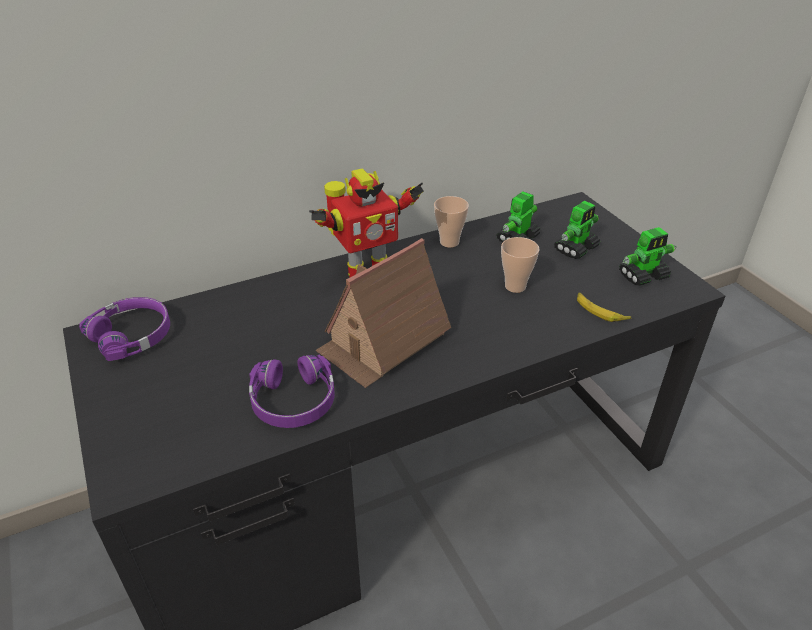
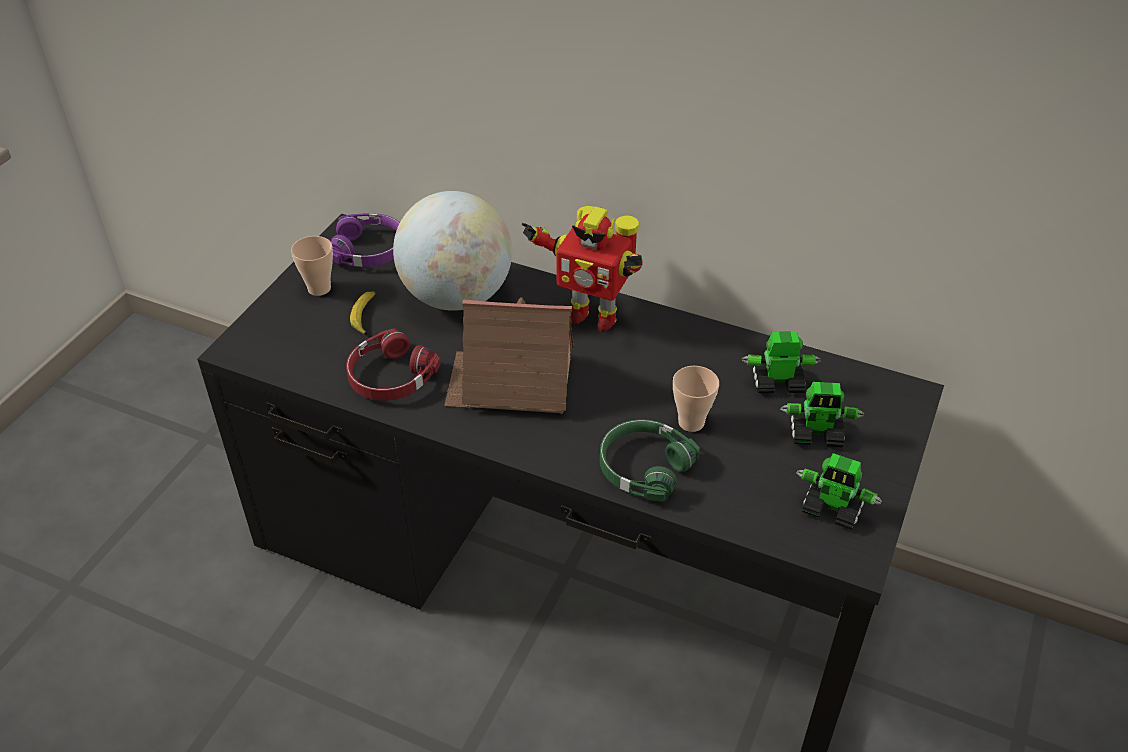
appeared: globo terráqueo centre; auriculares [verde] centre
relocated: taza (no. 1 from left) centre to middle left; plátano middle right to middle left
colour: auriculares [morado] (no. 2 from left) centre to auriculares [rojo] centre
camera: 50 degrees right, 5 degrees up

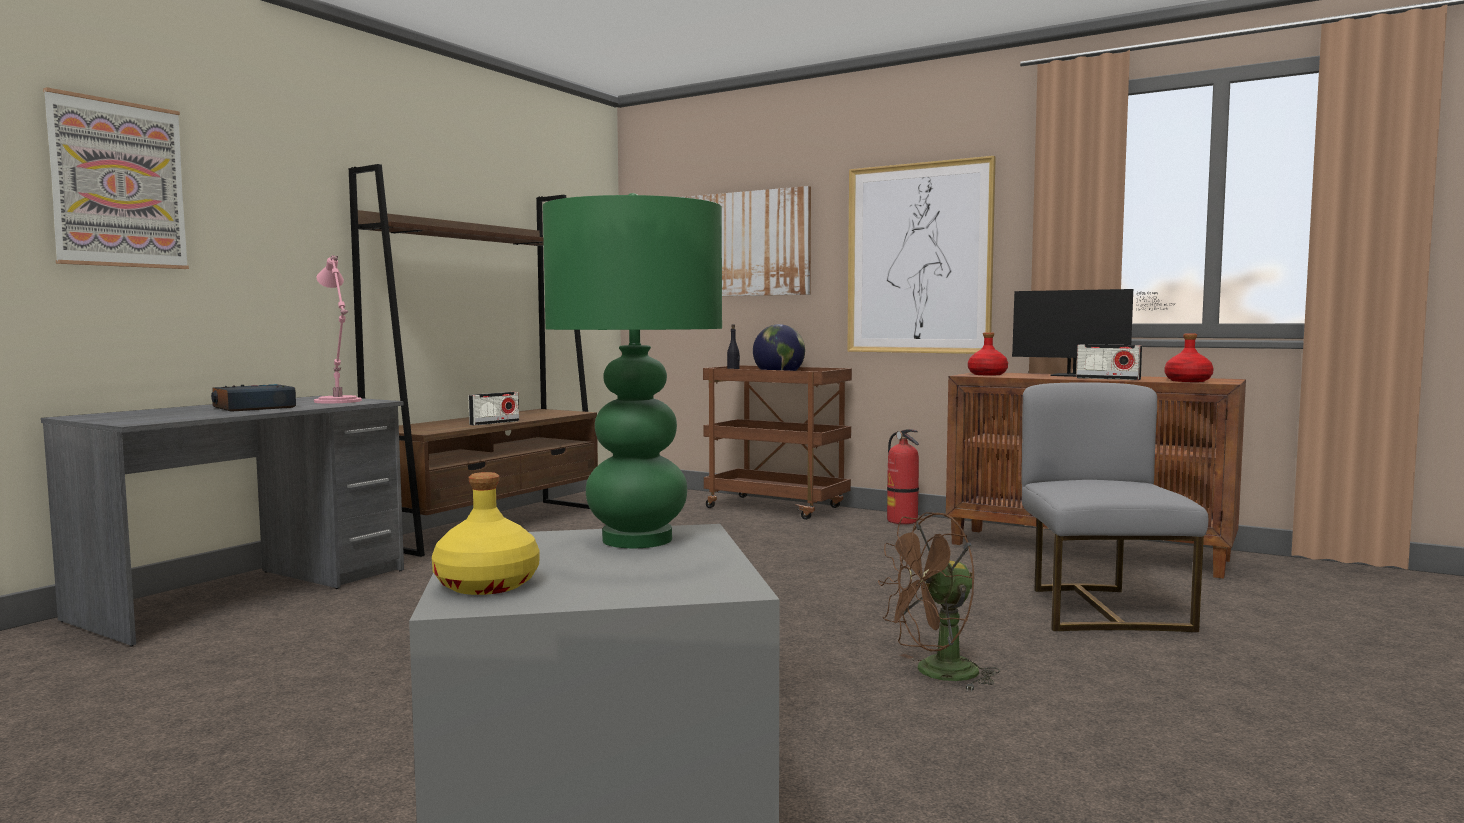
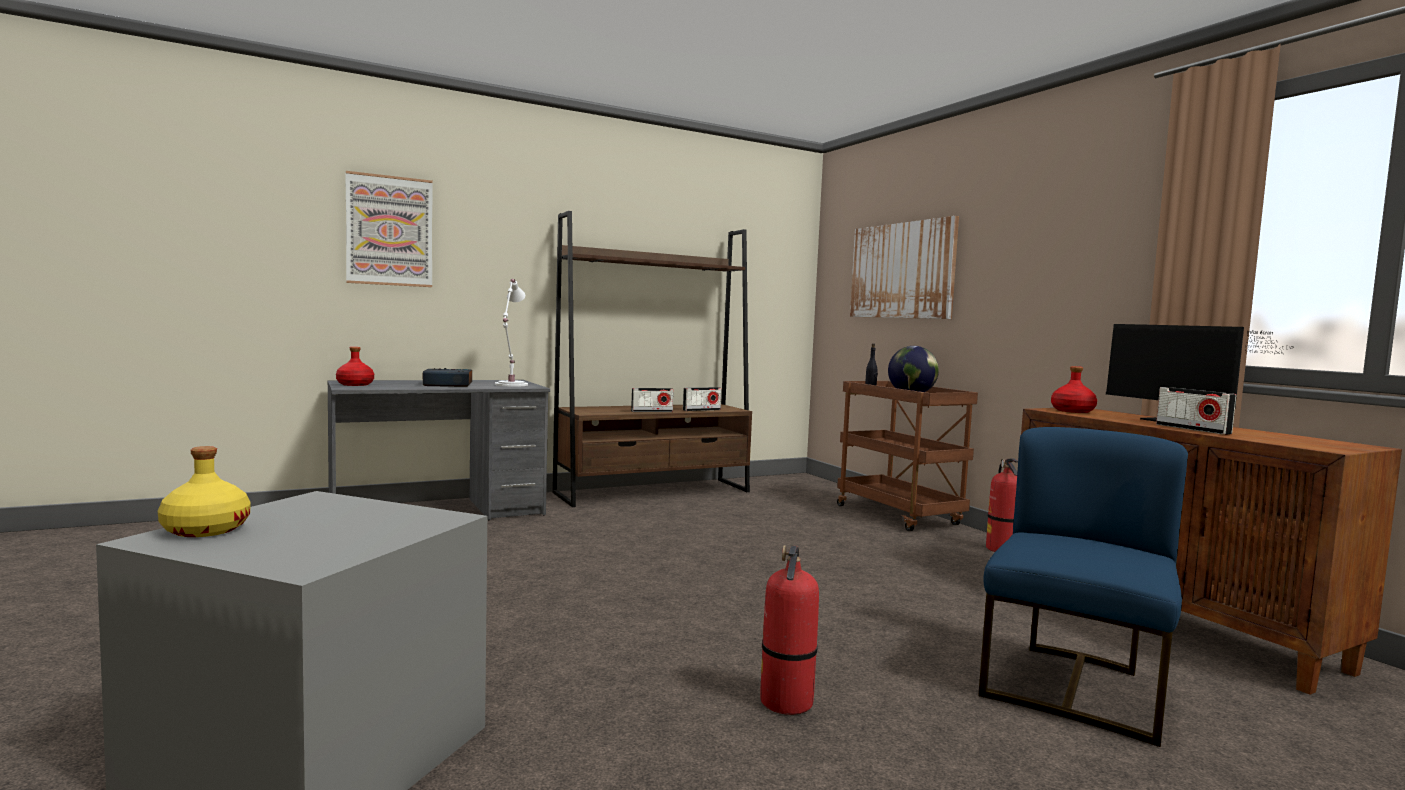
missing: lámpara de mesa [verde] centre; cuadro (no. 3 from left) top centre
appeared: radio (no. 2 from left) centre
relocated: botella [rojo] (no. 2 from left in the first image) middle right to botella [rojo] (no. 1 from left) middle left
exchanged: ventilador [marrón] bottom centre to extintor (no. 1 from left) bottom centre
colour: lámpara de mesa [rosa] middle left to lámpara de mesa [blanco] centre; silla [gris] middle right to silla [azul] bottom right
camera: 30 degrees right, 0 degrees up

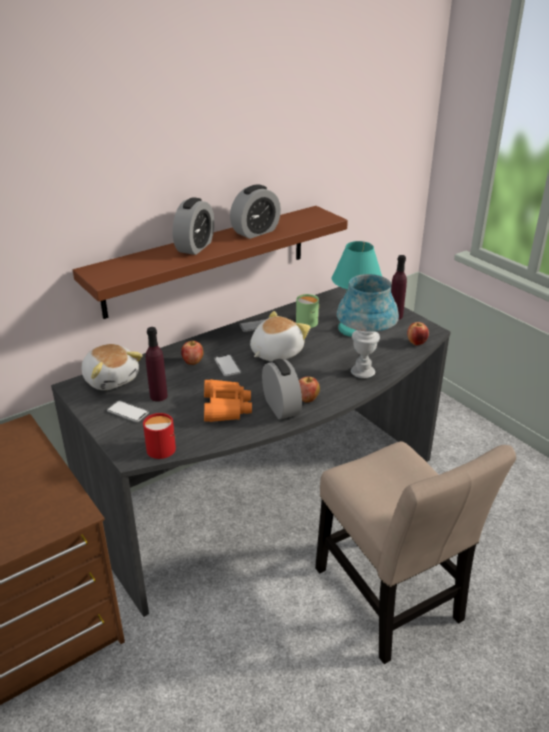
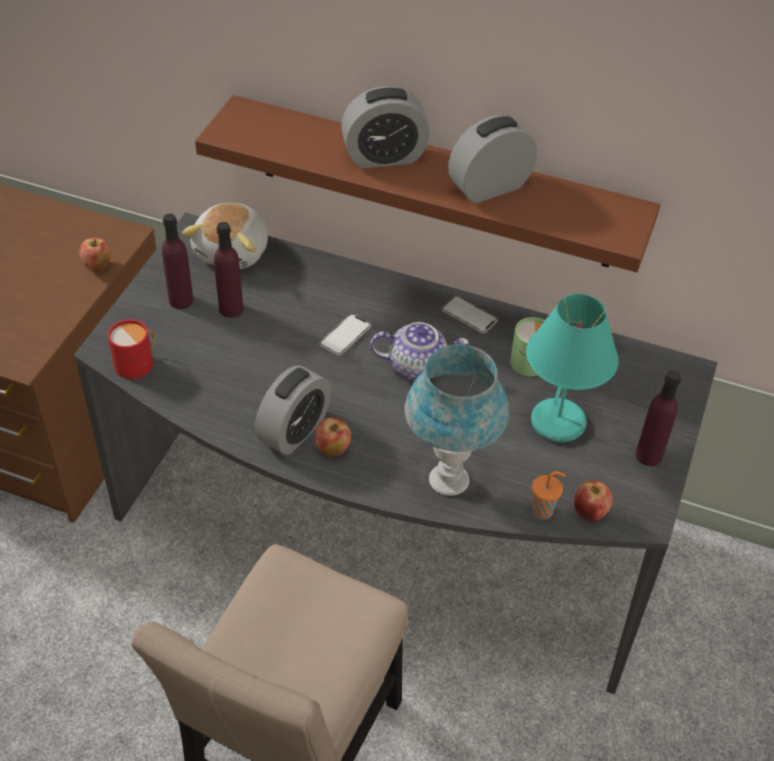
missing: prismáticos [naranja] centre
appeared: taza [naranja] middle right
relocated: manzana (no. 1 from left) centre to middle left
exchanged: móvil (no. 1 from left) middle left to botella [morado] (no. 1 from left) middle left; peluche (no. 2 from left) centre to tetera centre
spun: despertador (no. 2 from left in the first image) top centre = top centre 135 degrees clockwise
camera: 55 degrees right, 15 degrees up

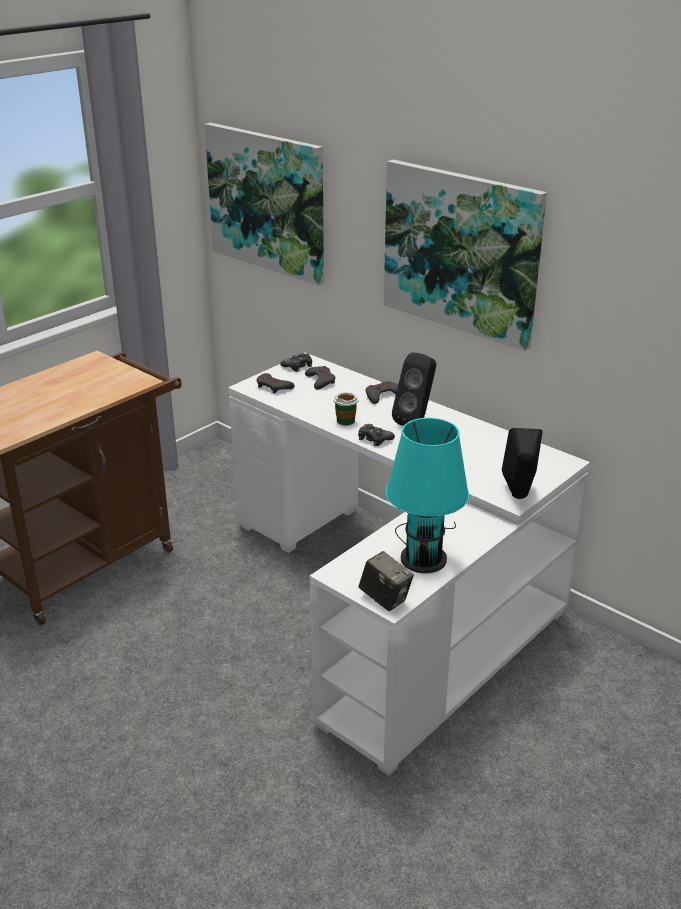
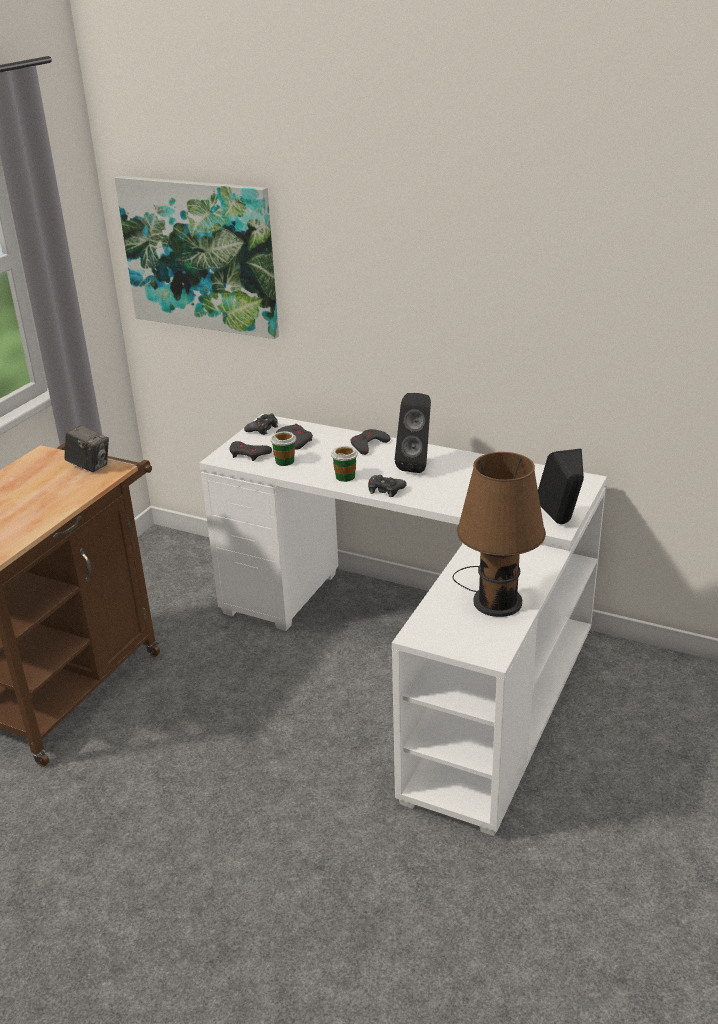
missing: cuadro (no. 2 from left) top right
appeared: taza (no. 1 from left) centre
relocated: cámara centre to middle left
colour: lámpara de mesa [turquesa] centre to lámpara de mesa [marrón] middle right
camera: 15 degrees left, 0 degrees up

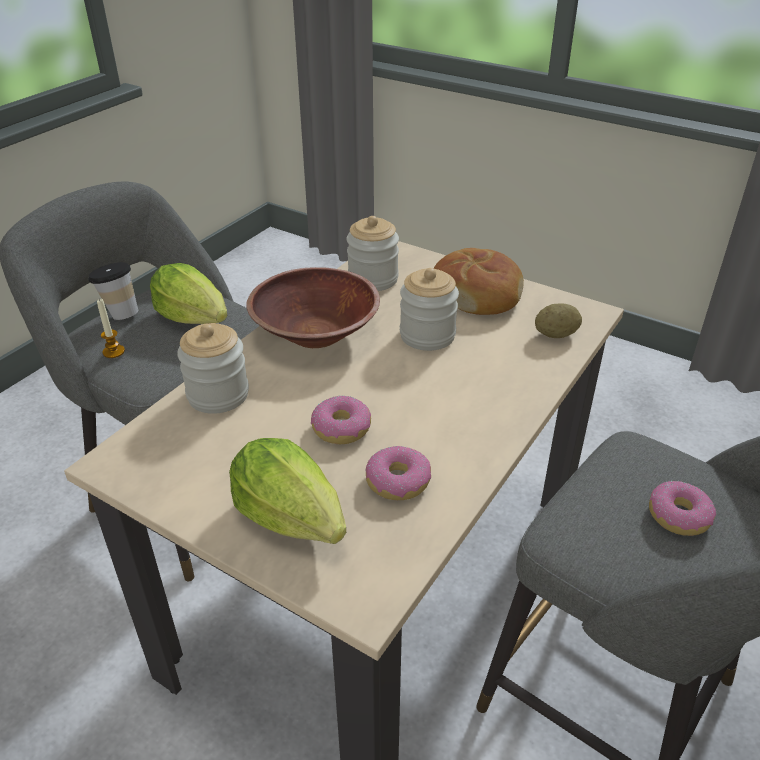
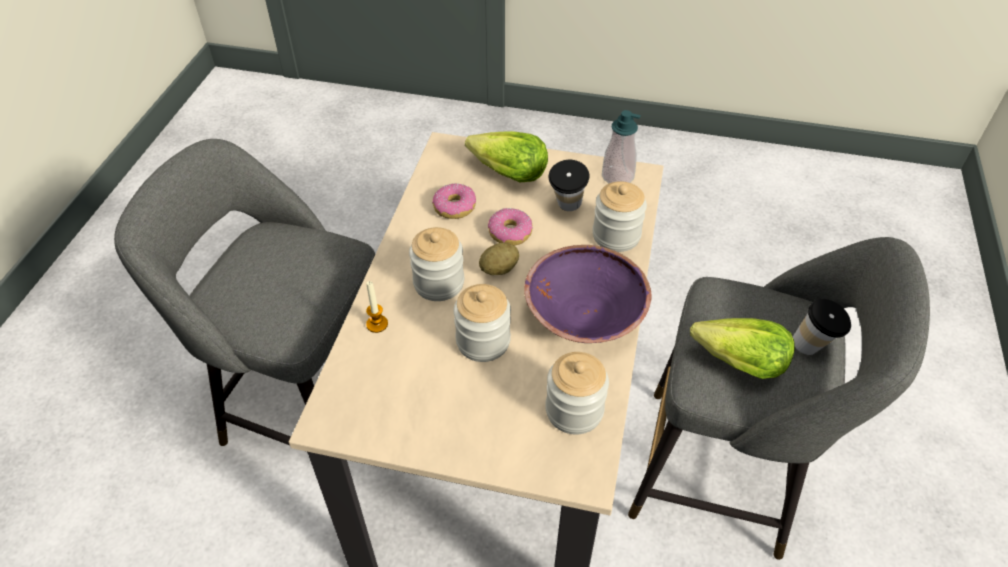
missing: pan centre; rosquilla (no. 3 from left) bottom right
appeared: tarro (no. 1 from left) centre; taza (no. 1 from left) top centre; dispensador de jabón top centre
relocated: vela middle left to centre; patata middle right to centre
colour: cuenco [marrón] centre to cuenco [morado] centre
camera: 160 degrees right, 10 degrees up

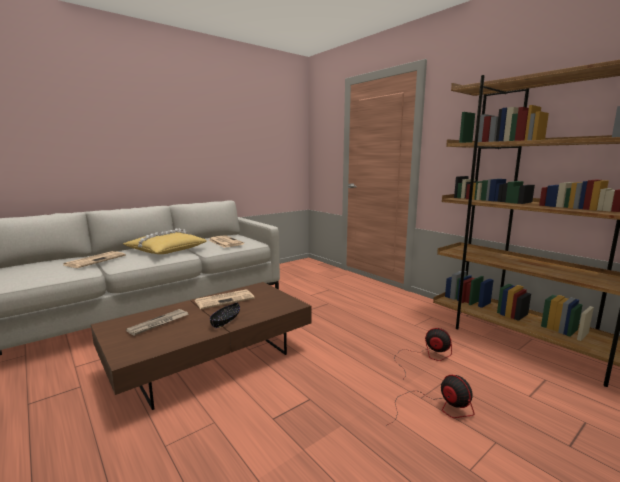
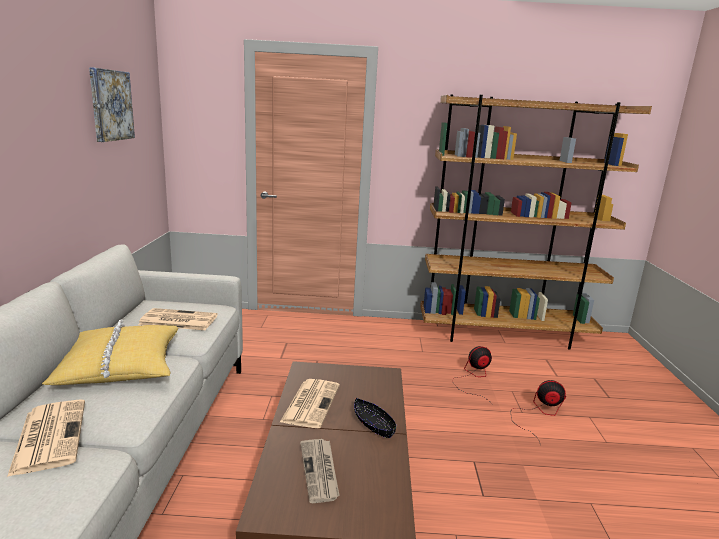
appeared: cuadro top left
camera: 50 degrees left, 5 degrees up

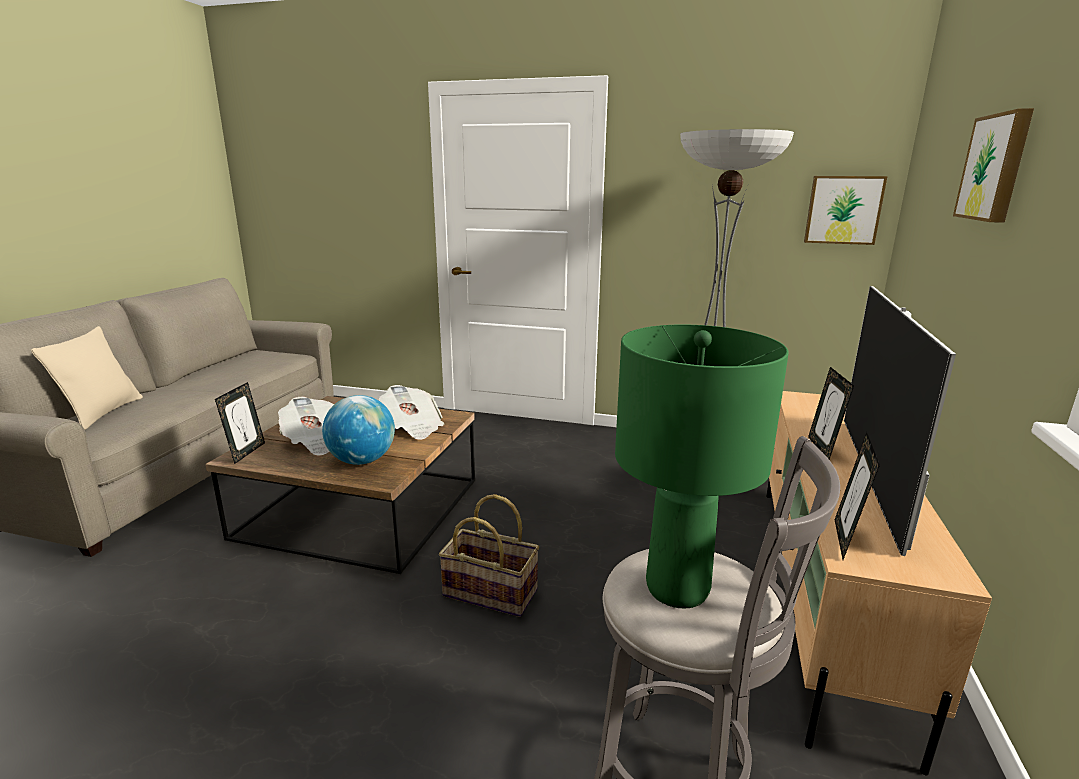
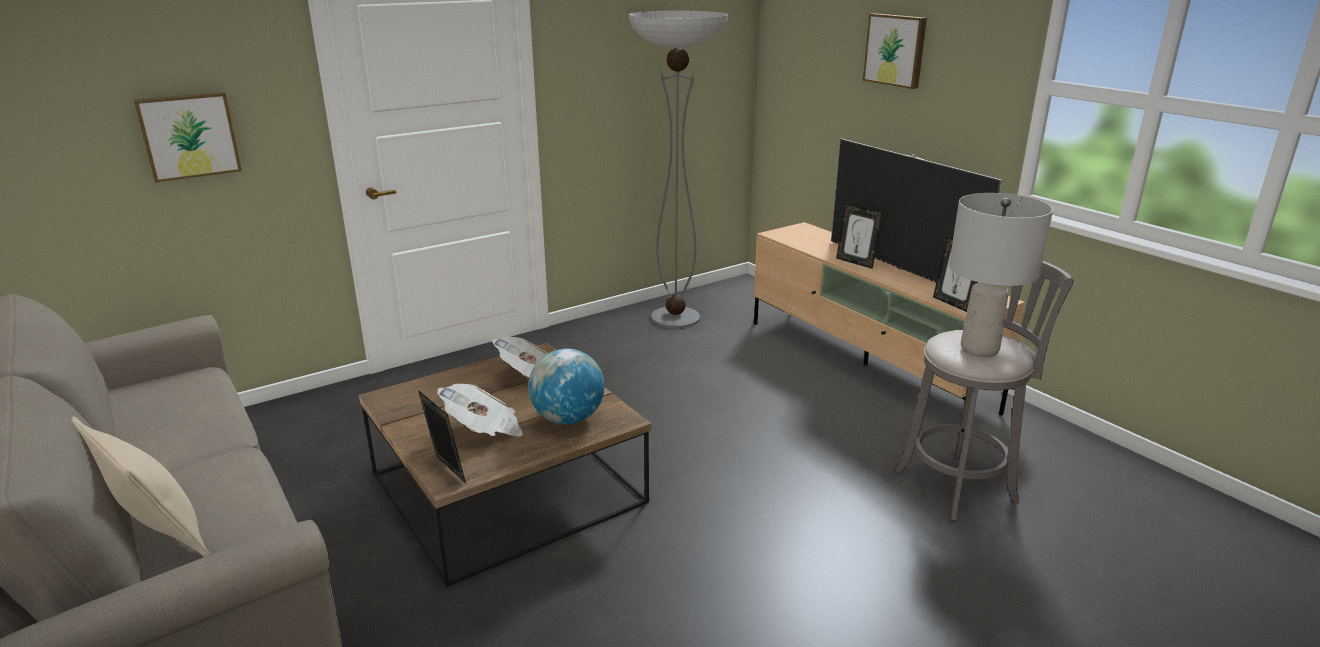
missing: cesta bottom centre
relocated: cuadro (no. 1 from left) top right to top left
colour: lámpara de mesa [verde] centre to lámpara de mesa [gris] middle right
camera: 50 degrees left, 5 degrees up

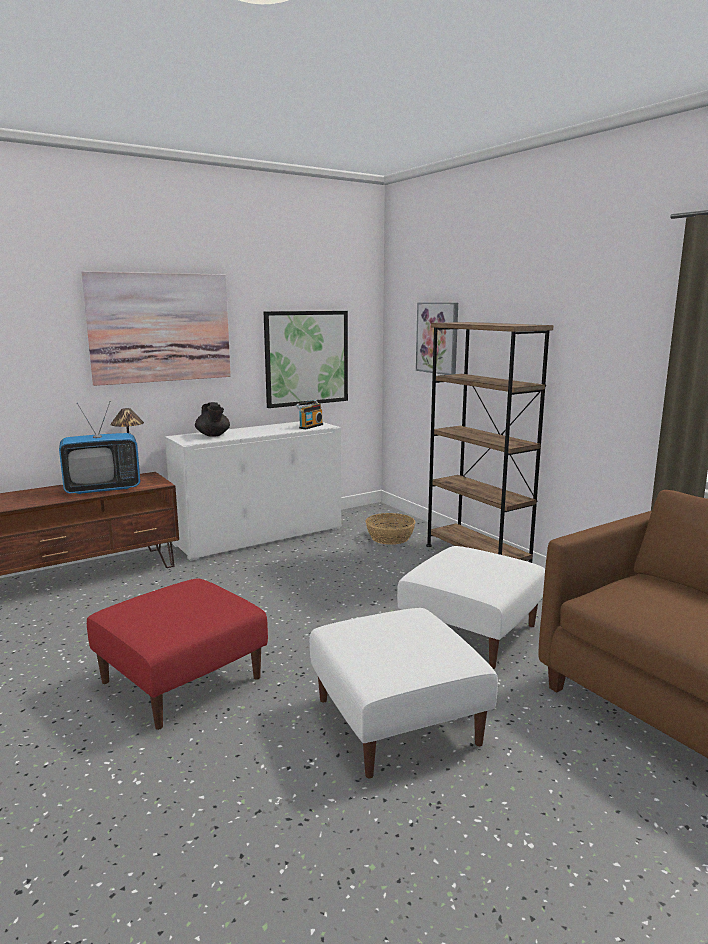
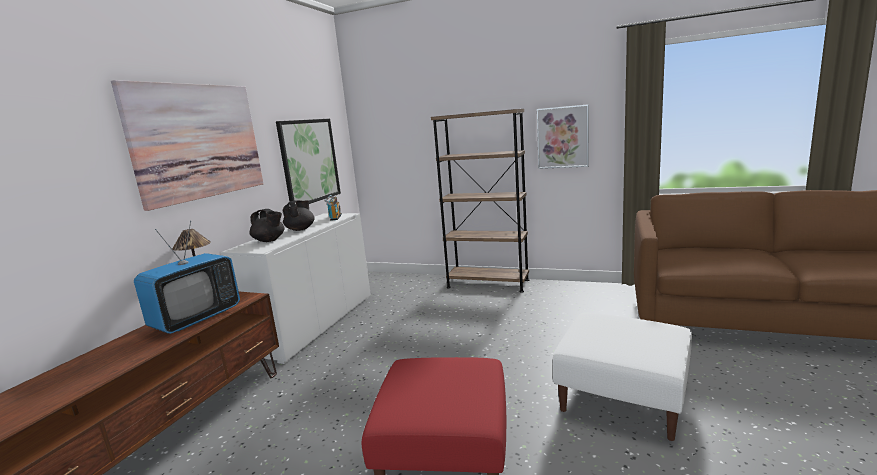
missing: cesta centre; puf [blanco] (no. 2 from left) centre
appeared: tetera [negro] (no. 2 from left) centre
relocated: cuadro (no. 3 from left) centre to top centre
camera: 35 degrees left, 0 degrees up

